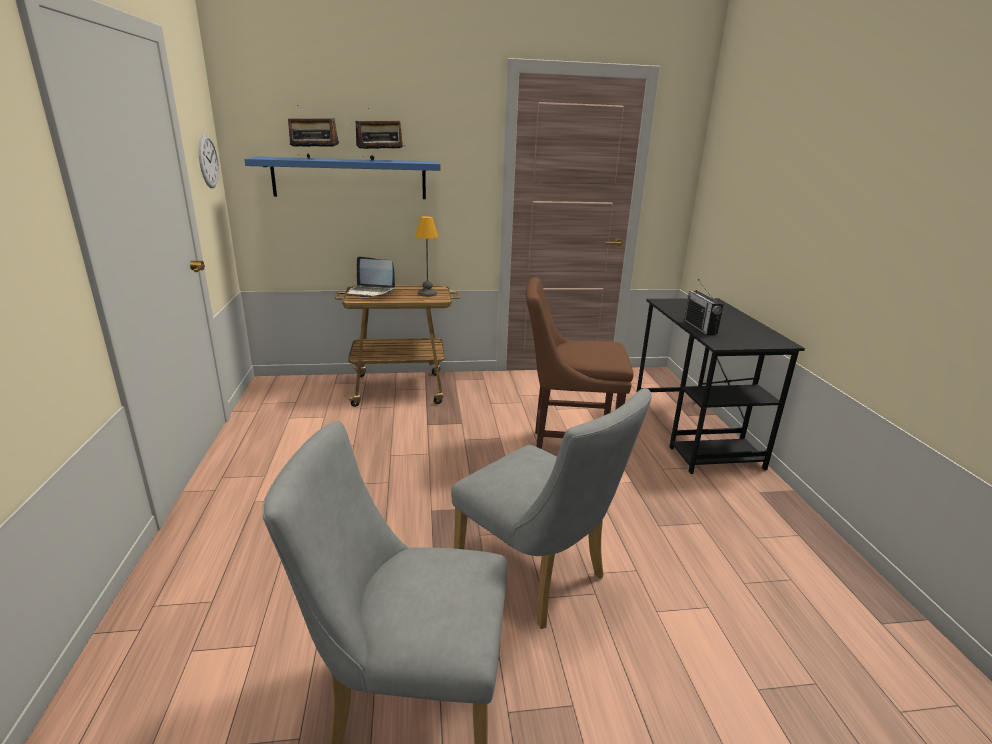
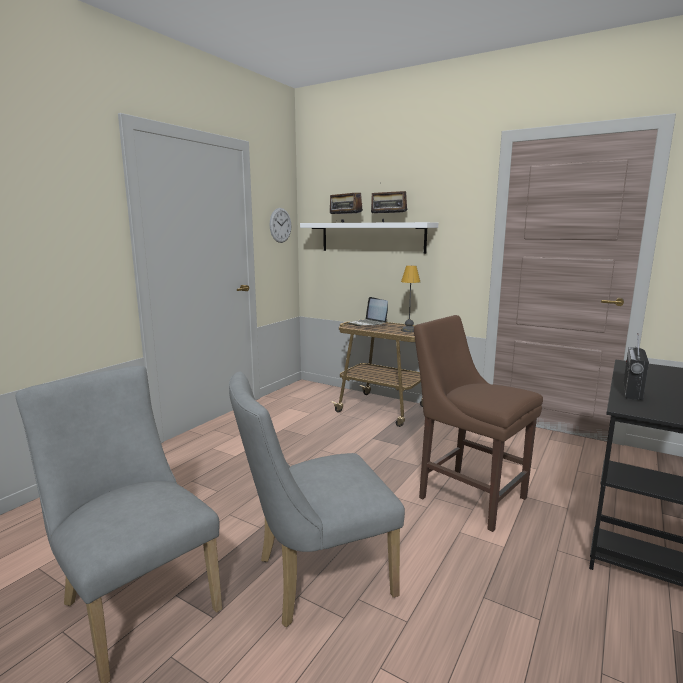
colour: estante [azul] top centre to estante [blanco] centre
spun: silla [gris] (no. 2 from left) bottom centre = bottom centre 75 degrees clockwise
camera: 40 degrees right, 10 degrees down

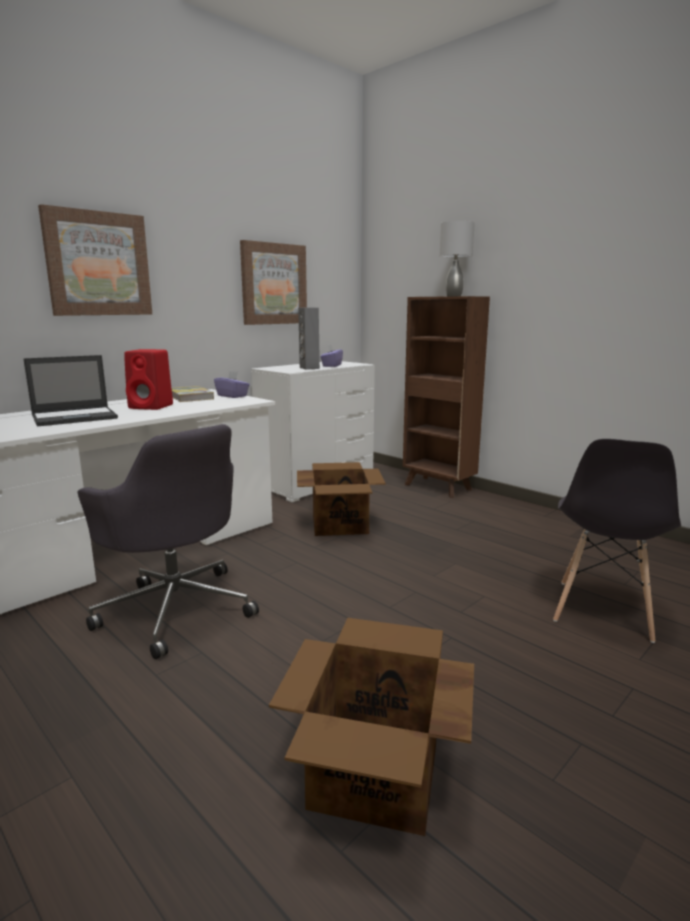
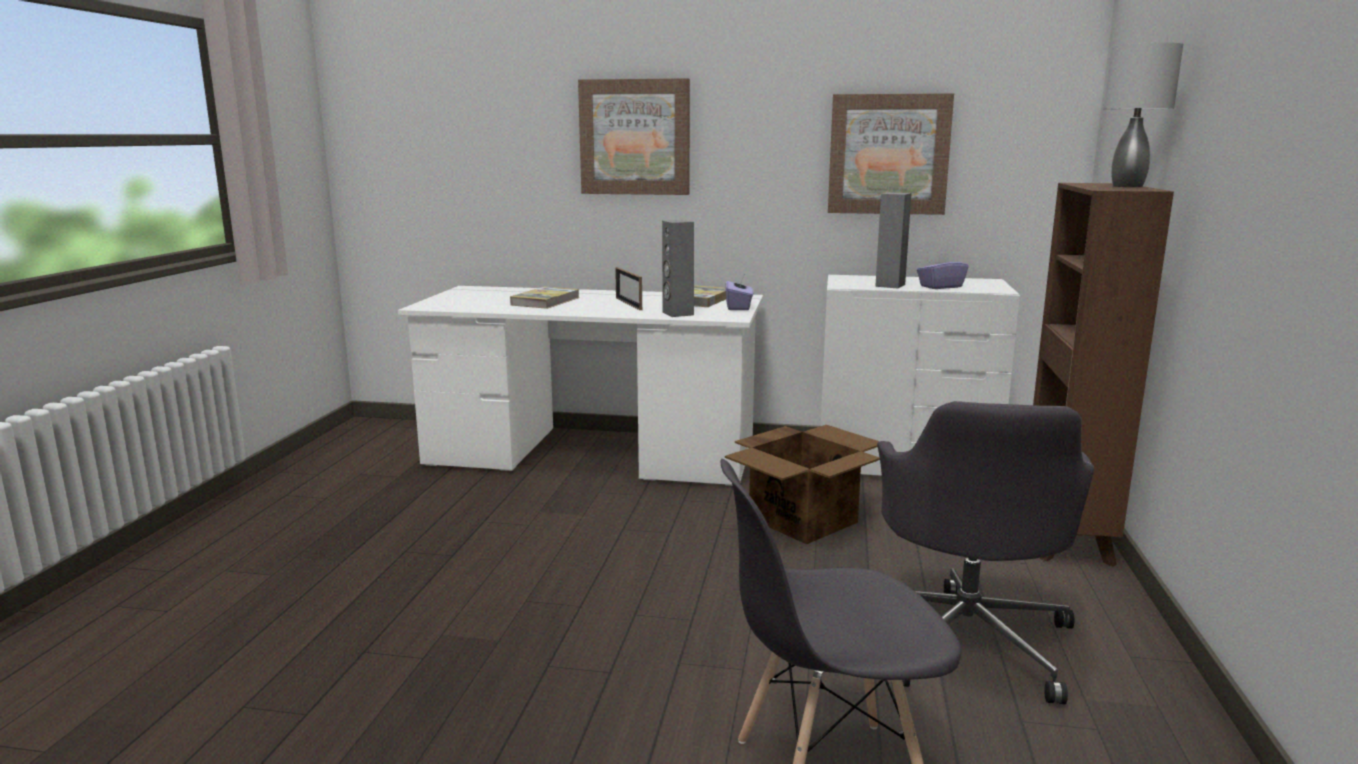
missing: caja de cartón (no. 2 from left) bottom centre
appeared: altavoz [gris] (no. 1 from left) centre
relocated: silla de oficina [gris] middle left to bottom right
exchanged: portátil middle left to libro (no. 1 from left) centre; altavoz [rojo] middle left to portarretratos centre
camera: 55 degrees right, 0 degrees up

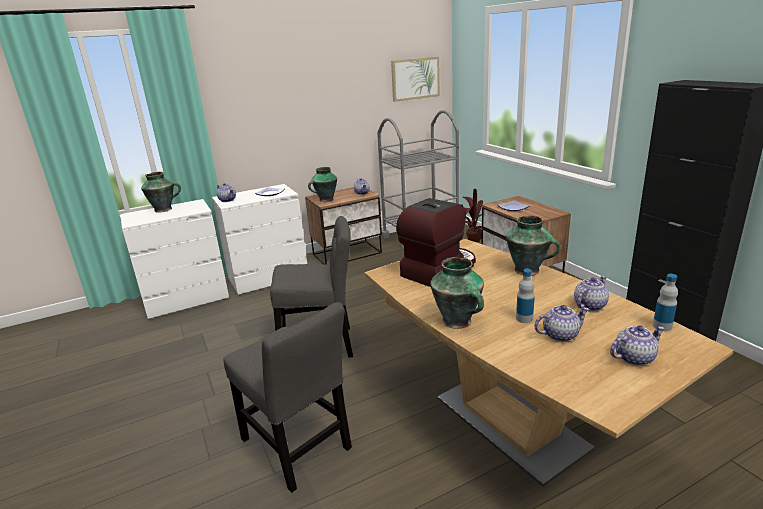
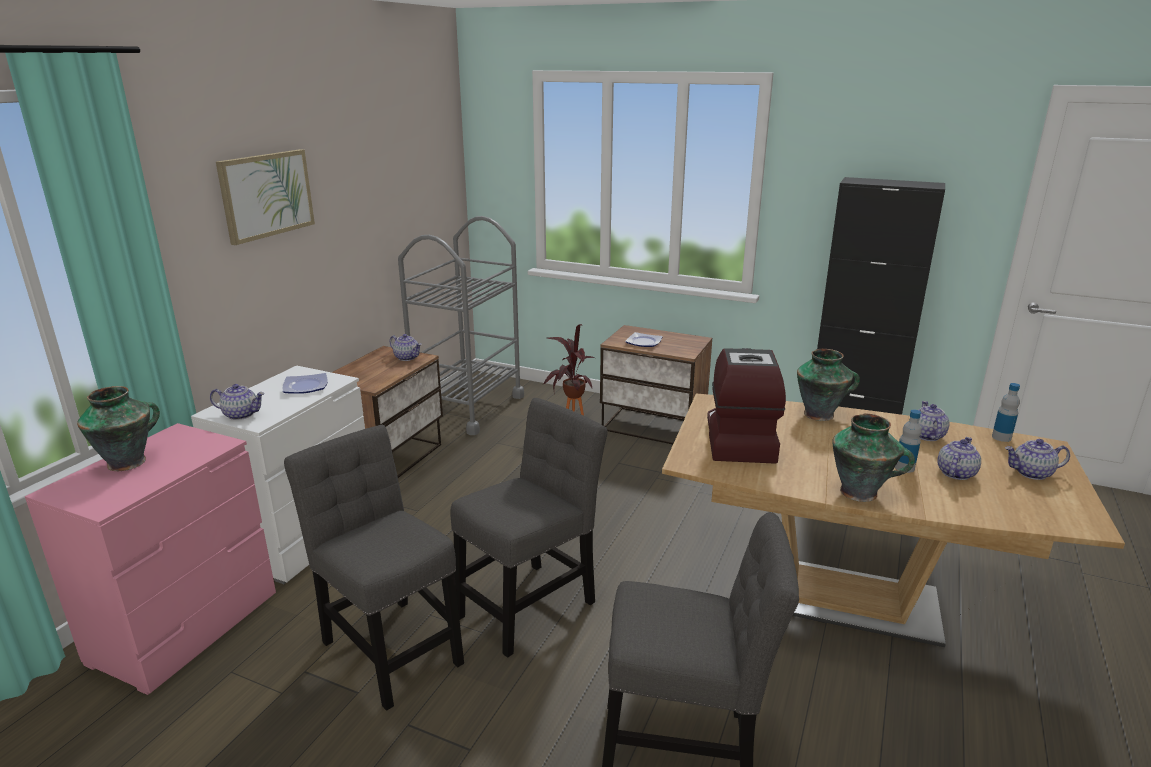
missing: florero (no. 2 from left) centre
appeared: silla [gris] (no. 1 from left) bottom left
relocated: cuadro top centre to top left
colour: cómoda [blanco] (no. 1 from left) middle left to cómoda [rosa] bottom left
spun: tetera (no. 5 from left) bottom right = middle right 120 degrees counterclockwise
camera: 40 degrees left, 0 degrees up

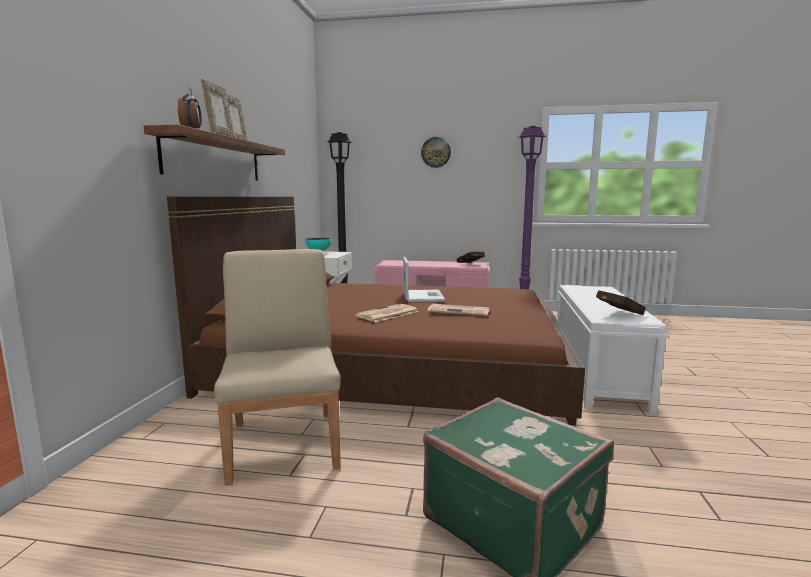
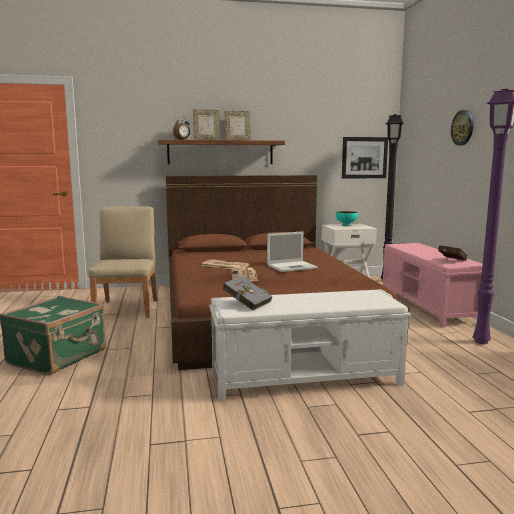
appeared: cuadro top right
colour: libro [rojo] (no. 2 from left) middle right to libro [gris] centre
spun: silla [beis] centre = middle left 60 degrees counterclockwise
camera: 70 degrees right, 0 degrees up

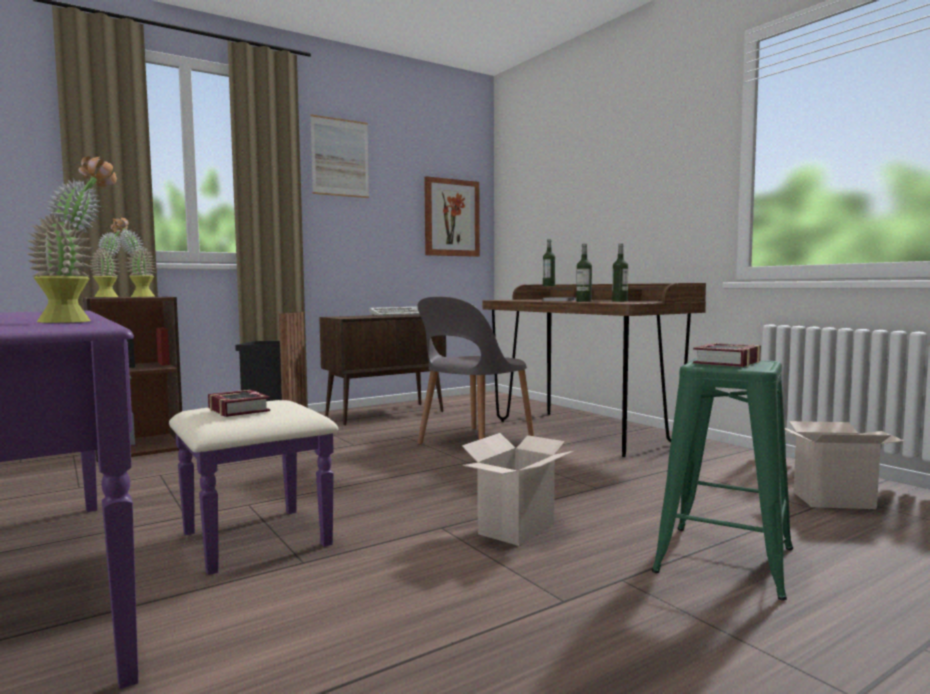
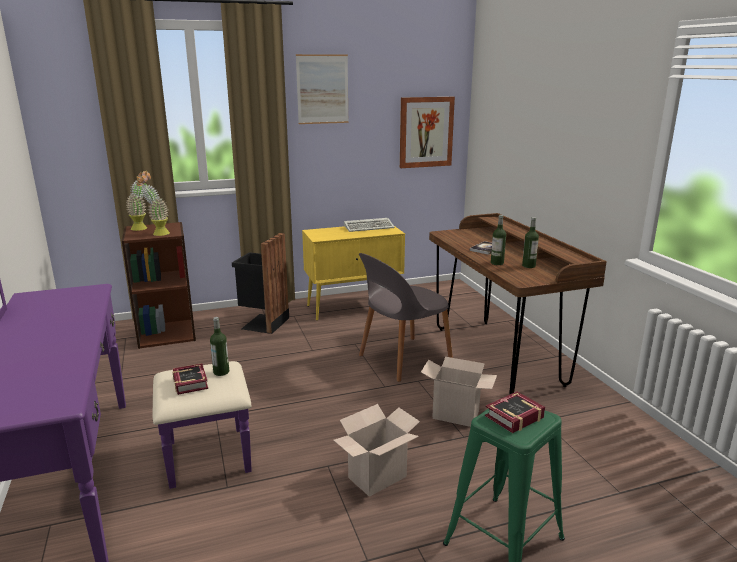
missing: planta en maceta (no. 1 from left) middle left
relocated: botella (no. 1 from left) centre to middle left; caja de cartón (no. 2 from left) bottom right to bottom centre
colour: armario [marrón] centre to armario [amarillo] centre
camera: 15 degrees right, 15 degrees up

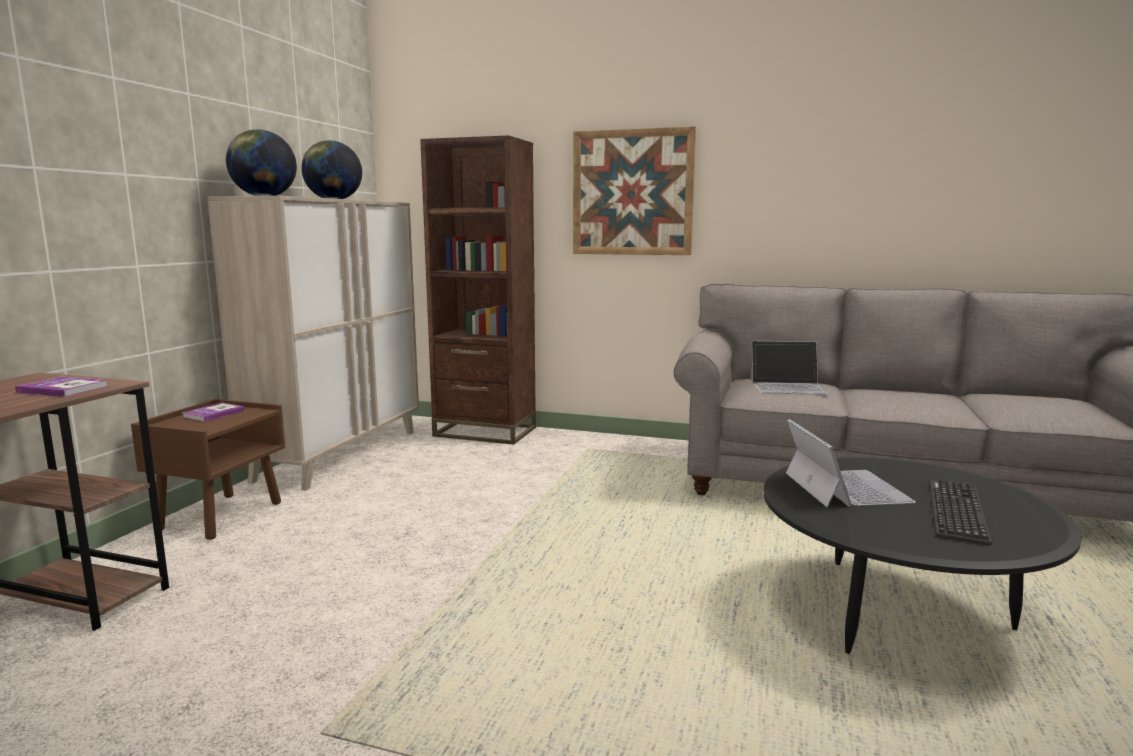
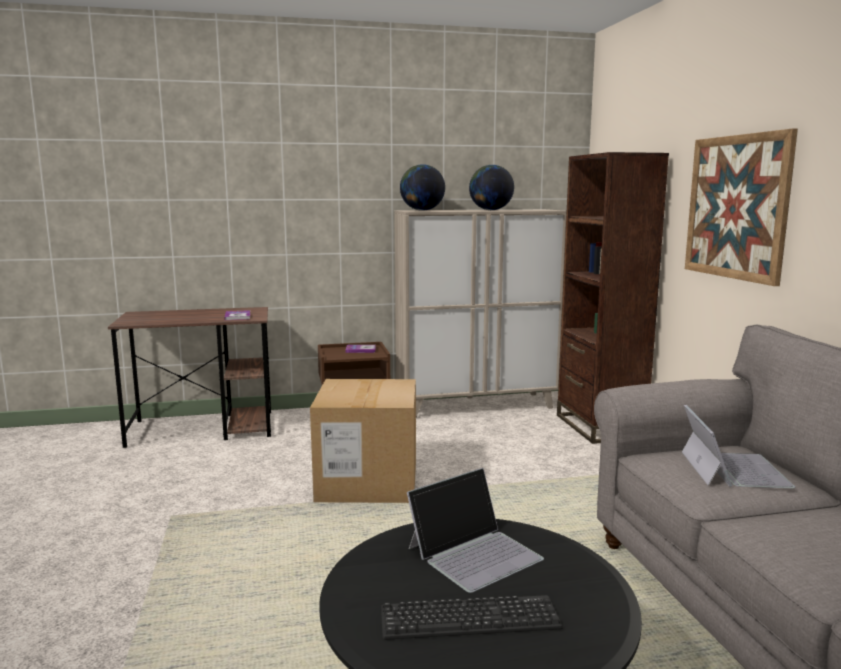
appeared: caja de cartón centre
spun: portátil (no. 1 from left in the first image) middle right = bottom right 150 degrees counterclockwise
camera: 60 degrees right, 0 degrees up

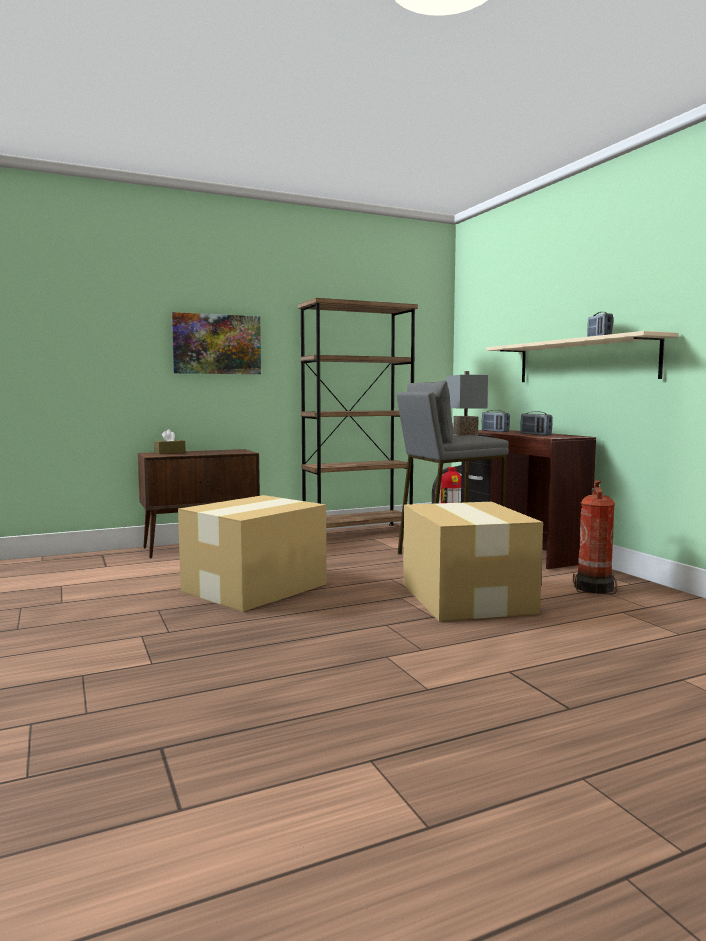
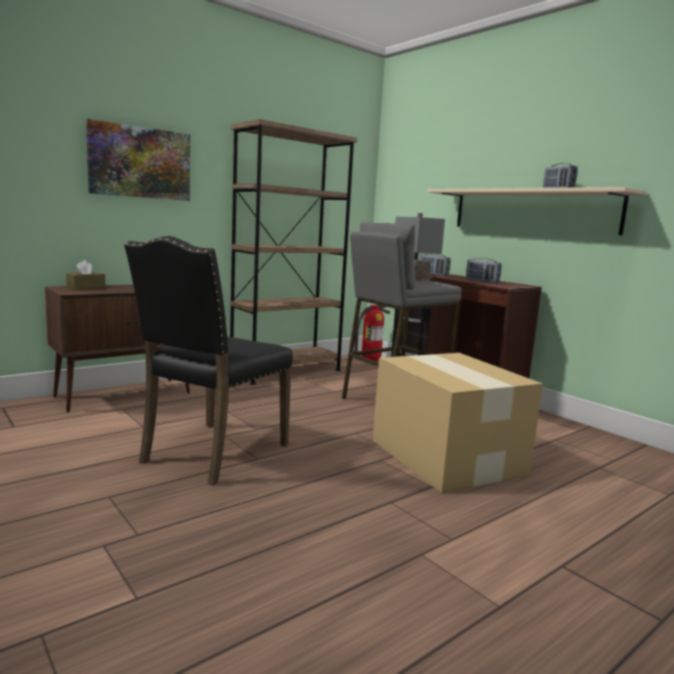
missing: extintor (no. 2 from left) middle right
exchanged: caja de cartón (no. 1 from left) centre to silla [negro] middle left
camera: 15 degrees left, 5 degrees up

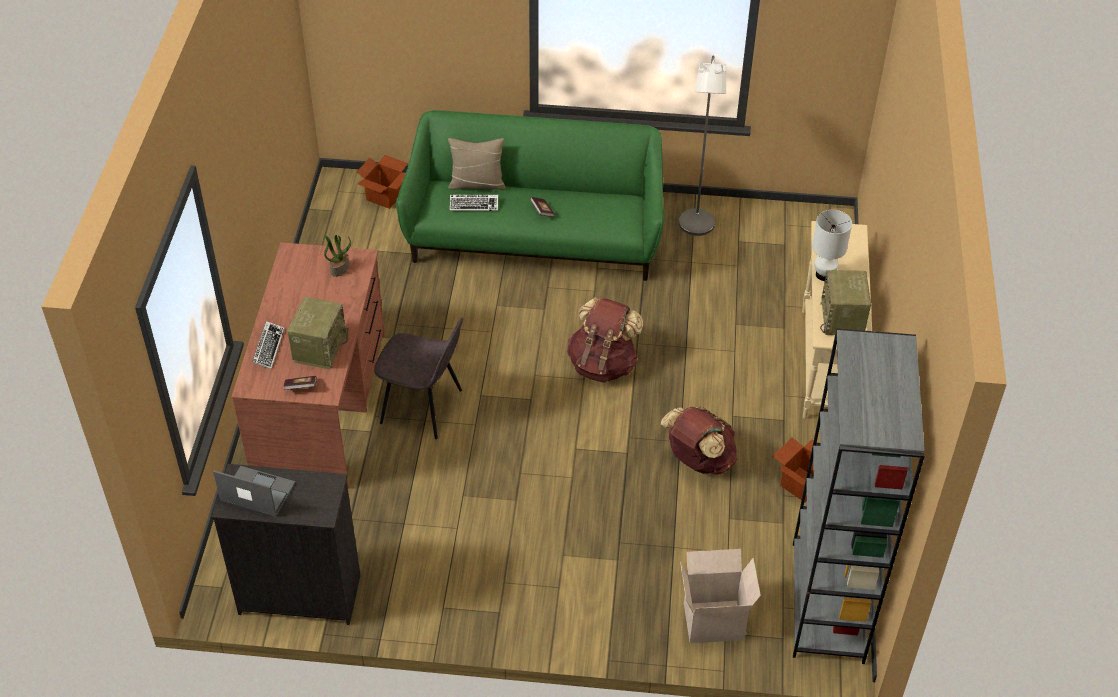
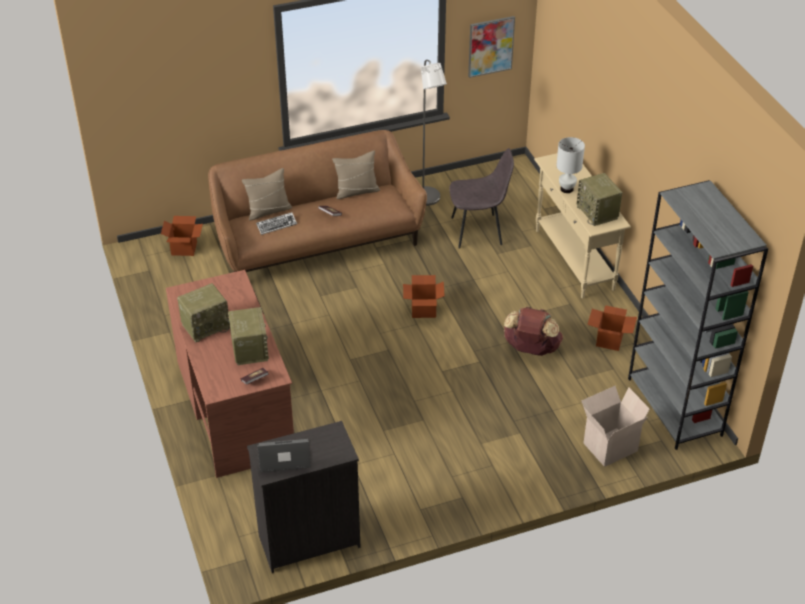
missing: teclado (no. 1 from left) middle left; planta en maceta middle left
appeared: radio (no. 1 from left) middle left; cojín [beis] (no. 2 from left) top centre; cuadro top centre
relocated: silla [gris] centre to top centre
exchanged: mochila [marrón] (no. 1 from left) centre to caja de cartón (no. 2 from left) centre
colour: sofá [verde] top centre to sofá [marrón] top centre
camera: 25 degrees left, 5 degrees down

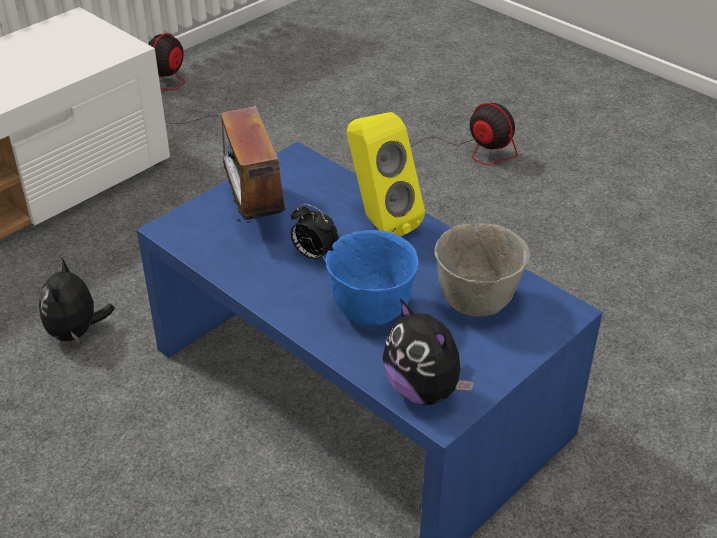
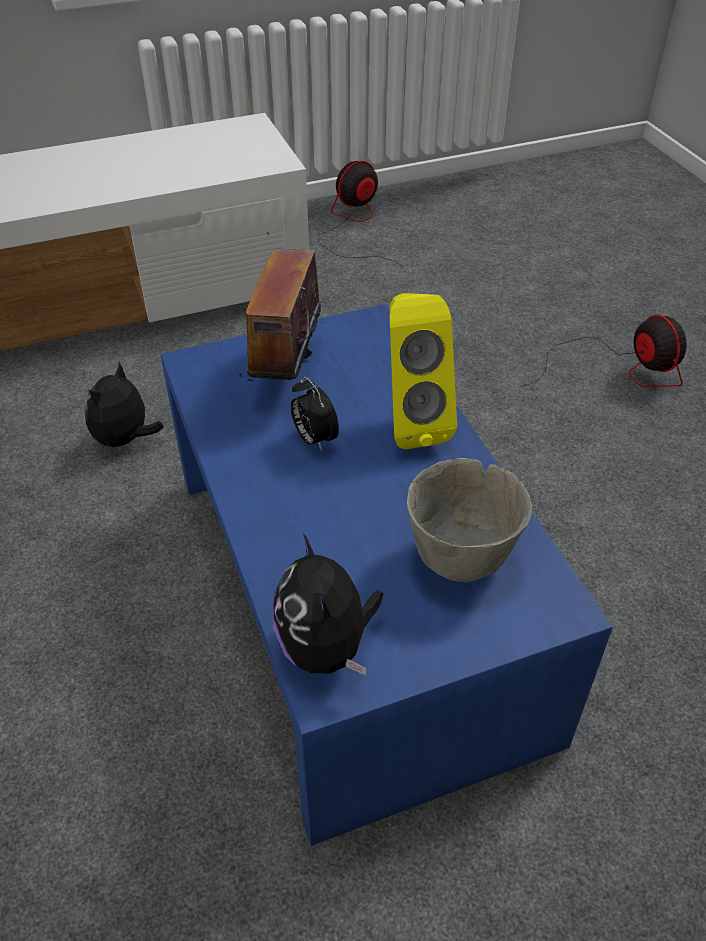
missing: cuenco [azul] centre
camera: 25 degrees right, 5 degrees up

